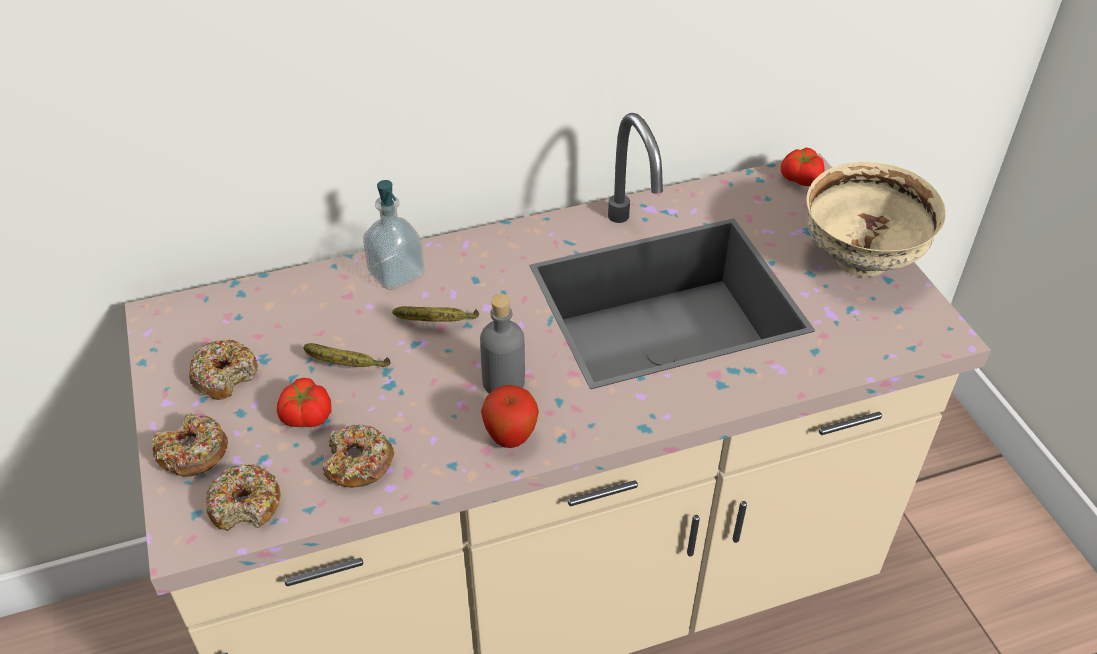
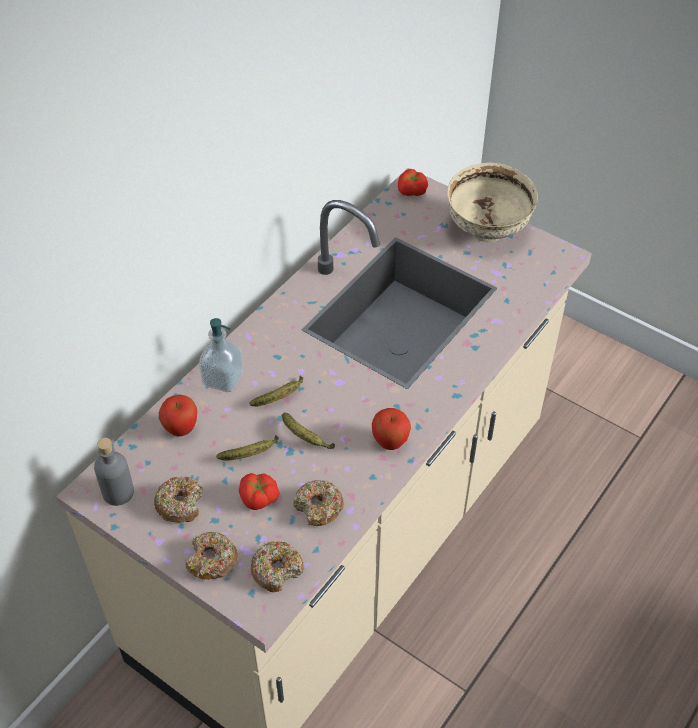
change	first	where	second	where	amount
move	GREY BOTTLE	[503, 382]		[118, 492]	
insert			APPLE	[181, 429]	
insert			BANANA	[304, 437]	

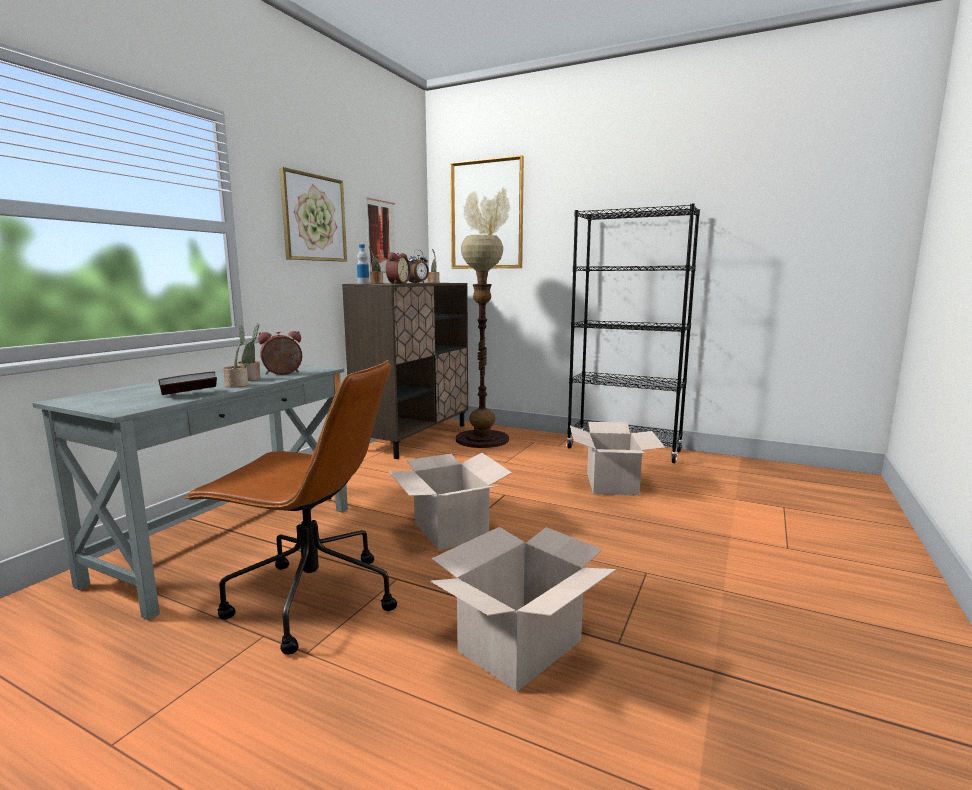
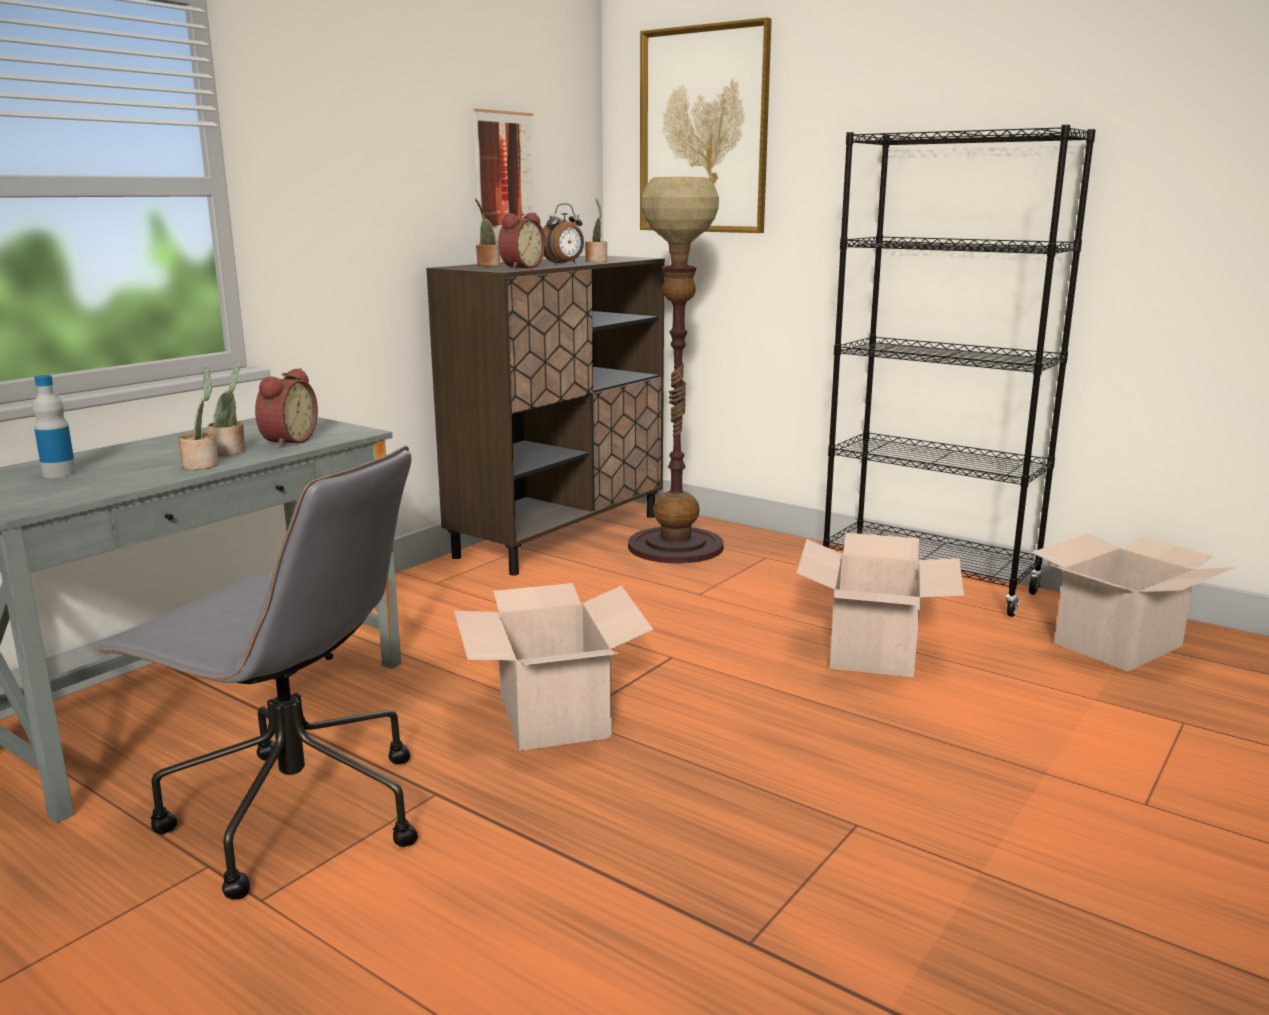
change	first	where	second	where	amount
delete	BOOK	[190, 394]			
recolor	BROWN OFFICE CHAIR	[310, 599]	GREY OFFICE CHAIR	[293, 814]	
rotate	ALARM CLOCK	[283, 374]		[286, 441]	120 degrees clockwise
delete	PICTURE	[313, 218]			
move	BOTTLE	[363, 283]		[59, 474]	
move	CARDBOARD BOX	[520, 646]		[1118, 645]	

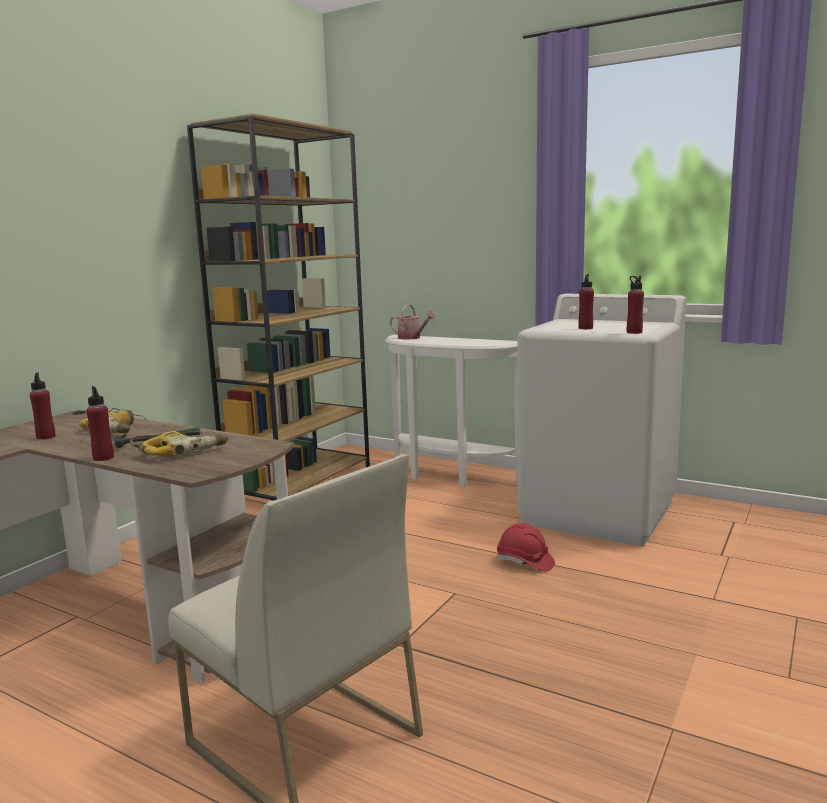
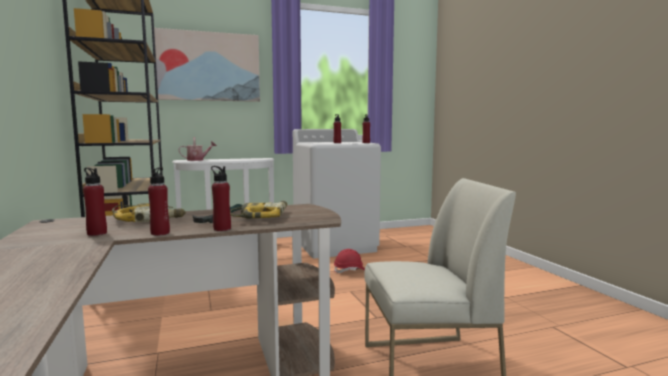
change	first	where	second	where	amount
insert			RED BOTTLE	[160, 233]	
insert			PICTURE	[208, 66]	

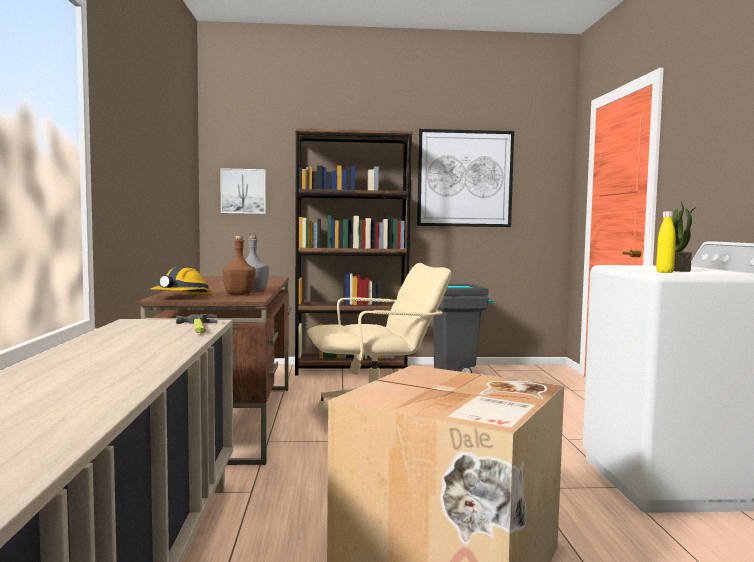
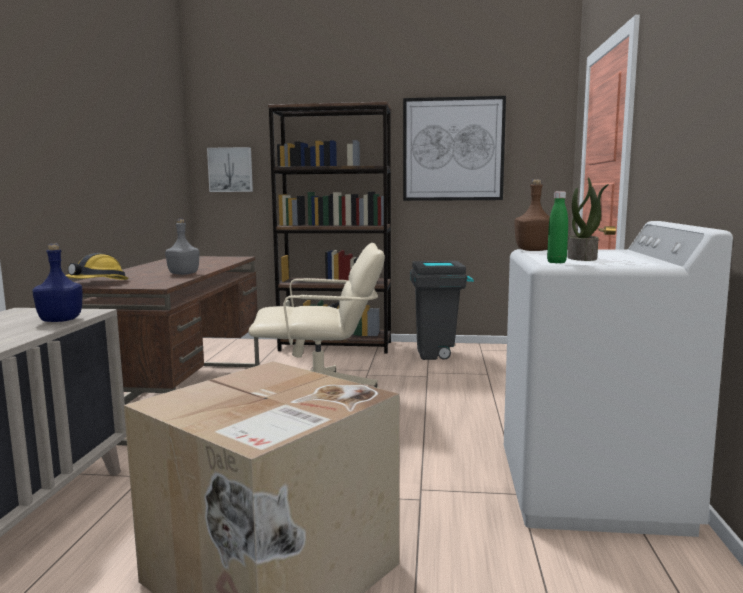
change	first	where	second	where	amount
replace	HAMMER	[198, 328]	BLUE BOTTLE	[61, 320]	
move	BROWN BOTTLE	[238, 294]		[532, 250]	
recolor	YELLOW BOTTLE	[664, 272]	GREEN BOTTLE	[556, 262]	

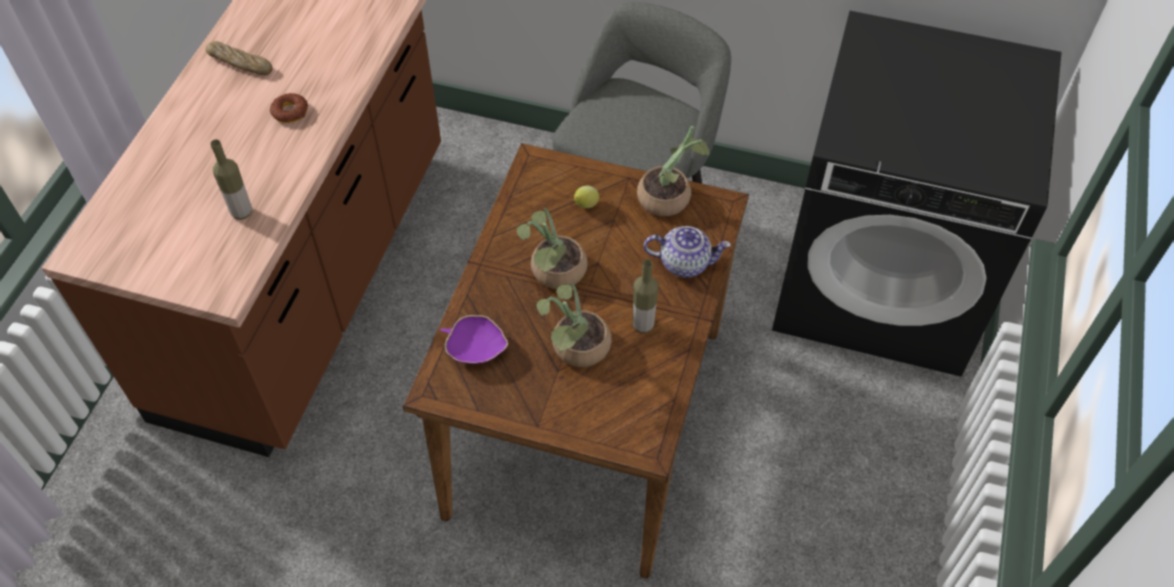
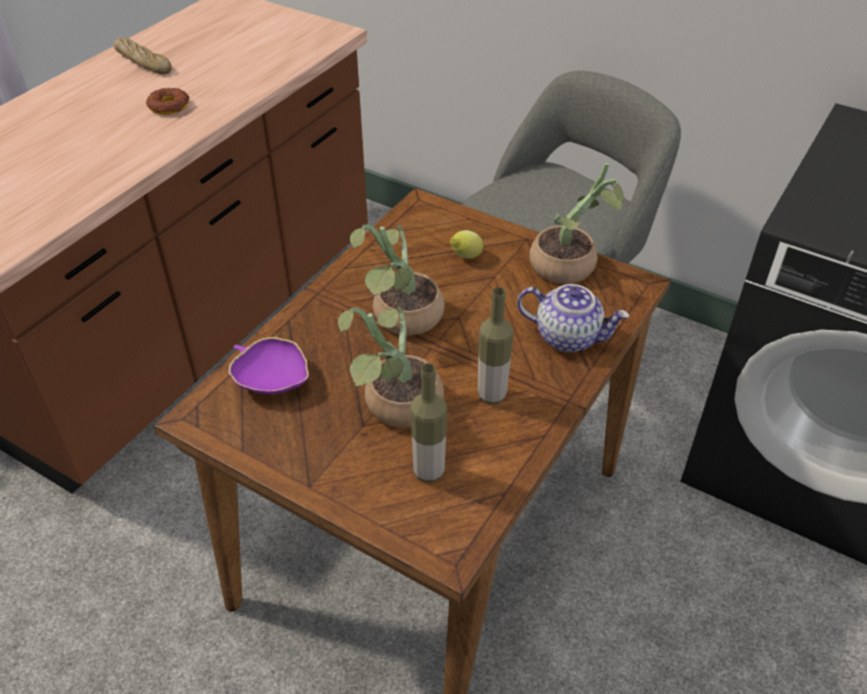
change	first	where	second	where	amount
move	BOTTLE	[242, 212]		[429, 471]	

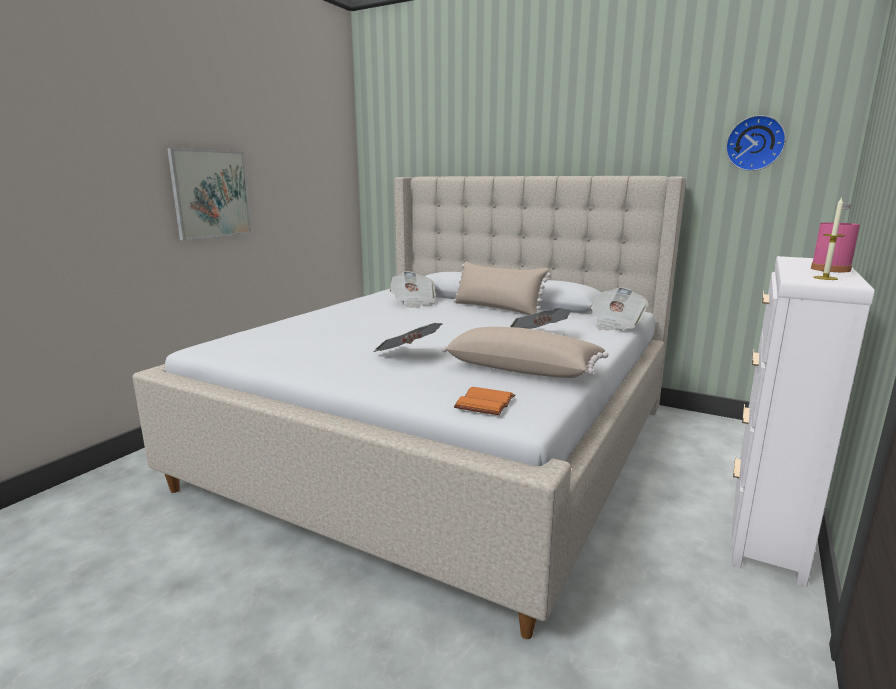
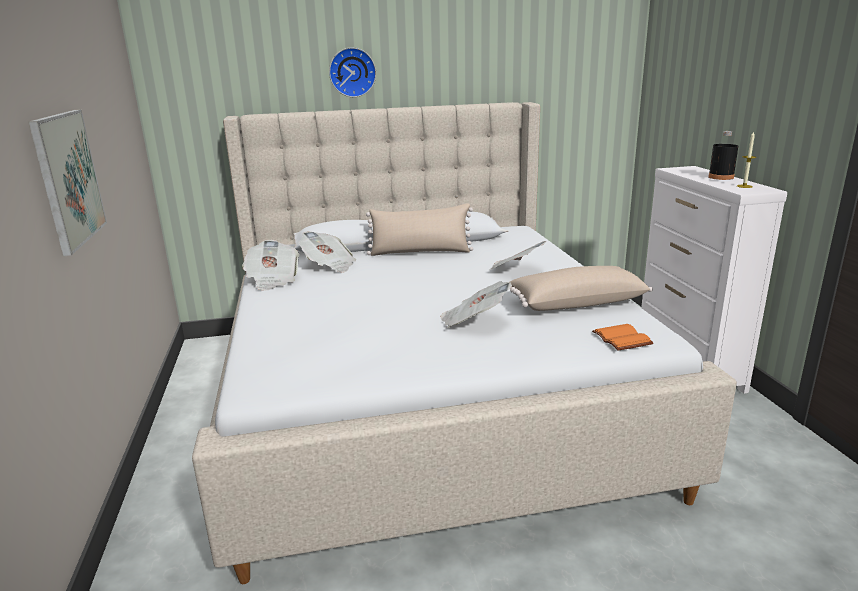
change	first	where	second	where	amount
move	NEWSPAPER	[615, 324]		[272, 280]	
move	WALL CLOCK	[755, 143]		[352, 72]	
recolor	PINK BOTTLE	[830, 269]	BLACK BOTTLE	[721, 177]	

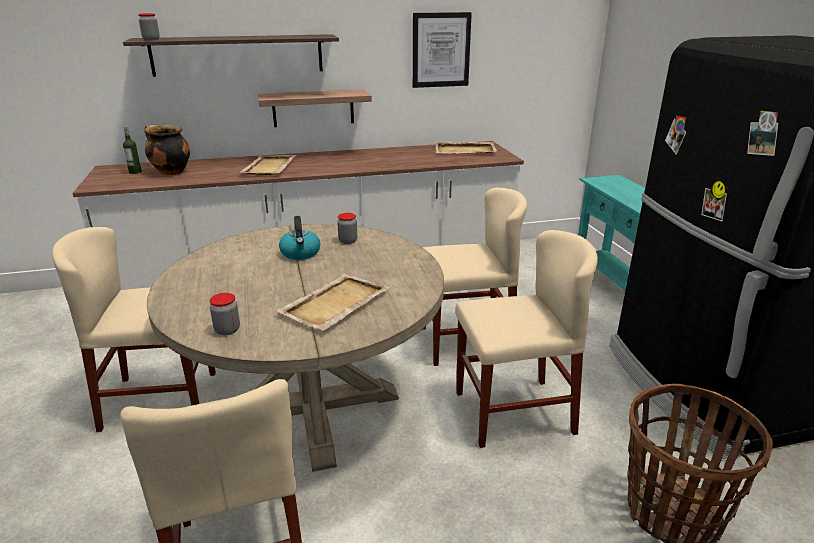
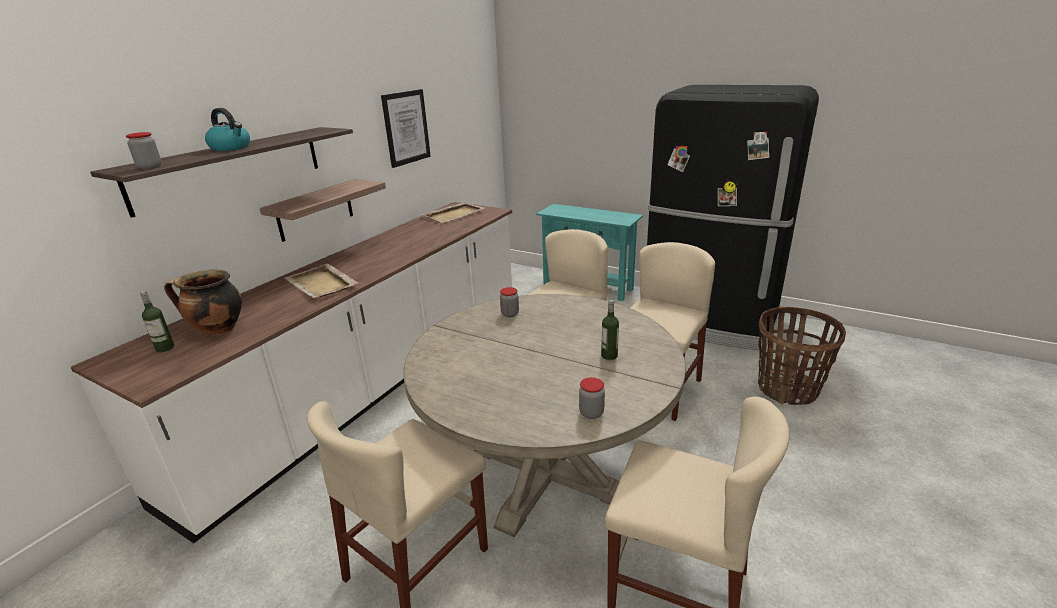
change	first	where	second	where	amount
replace	BEIGE TRAY	[334, 304]	BOTTLE	[609, 356]	
move	KETTLE	[300, 253]		[231, 148]	

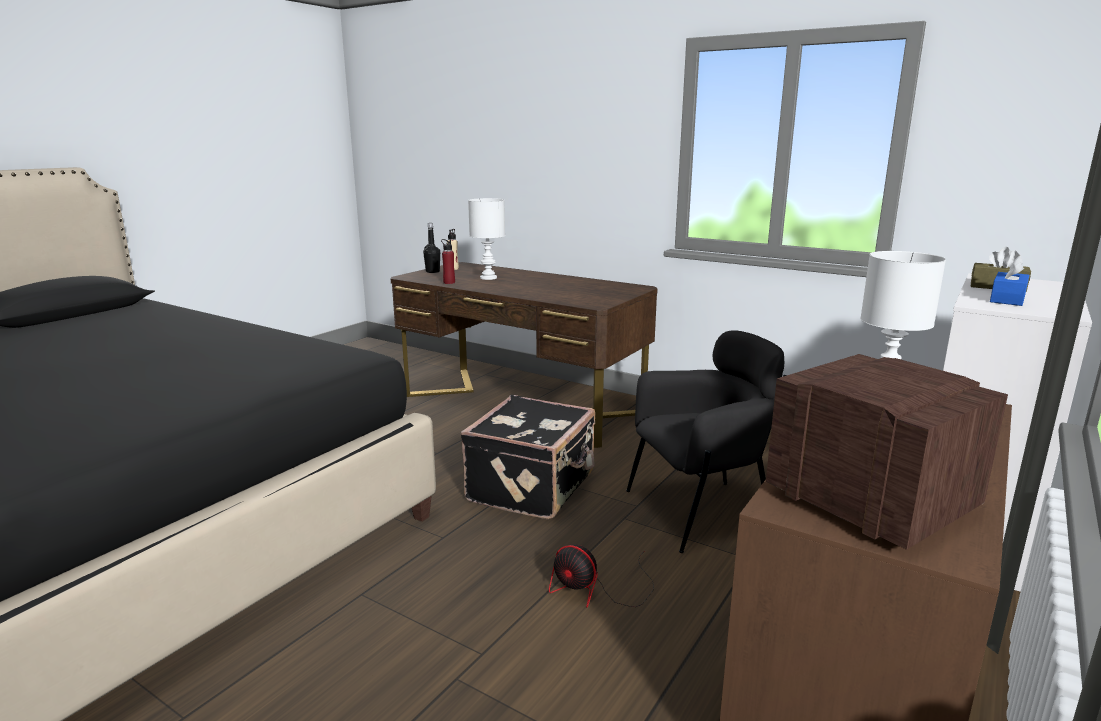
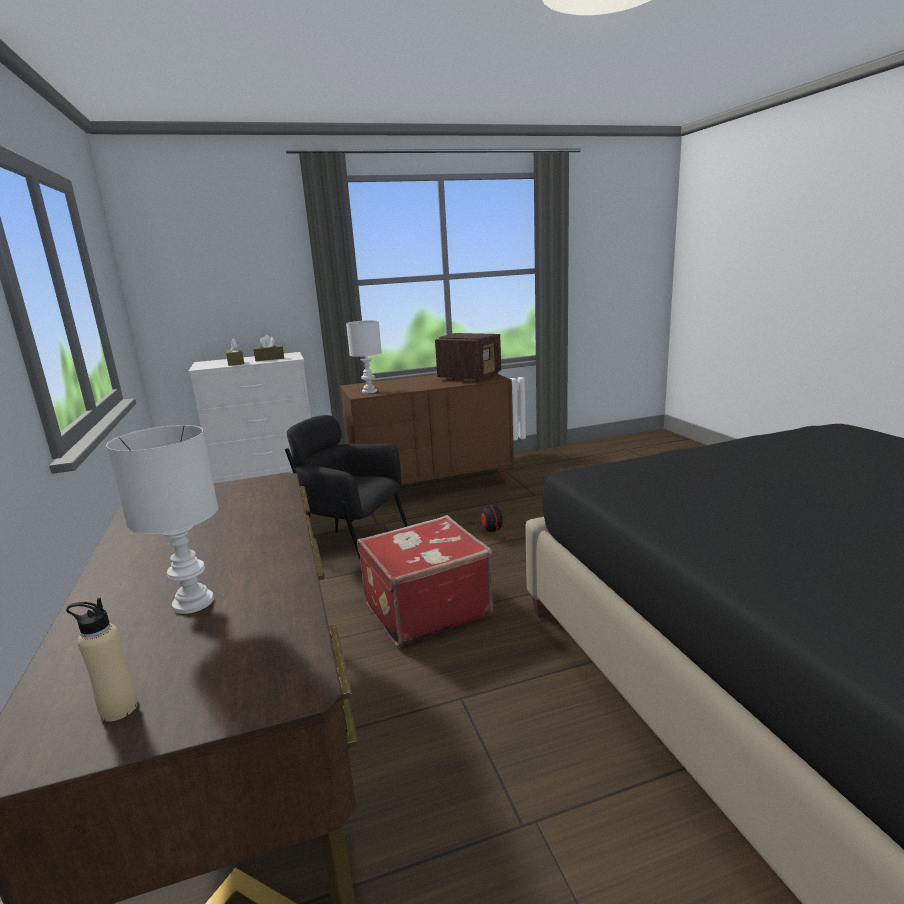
change	first	where	second	where	amount
delete	BLACK BOTTLE	[432, 271]			
delete	RED BOTTLE	[449, 282]			
recolor	BLACK SUITCASE	[533, 487]	RED SUITCASE	[425, 608]	
rotate	RADIO	[867, 500]		[470, 377]	150 degrees counterclockwise
recolor	BLUE TISSUE BOX	[1007, 299]	BROWN TISSUE BOX	[270, 358]	

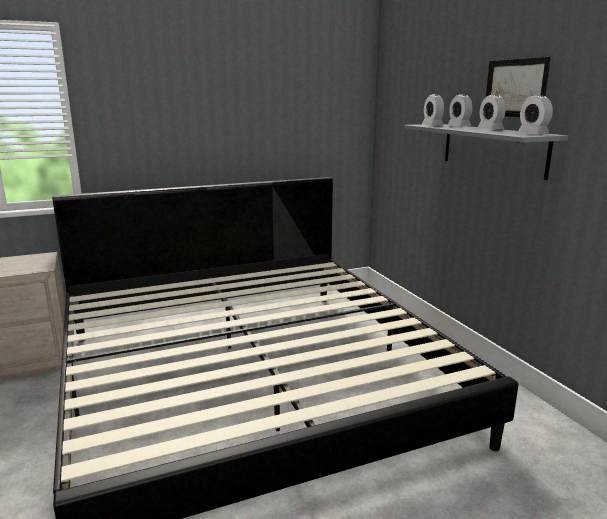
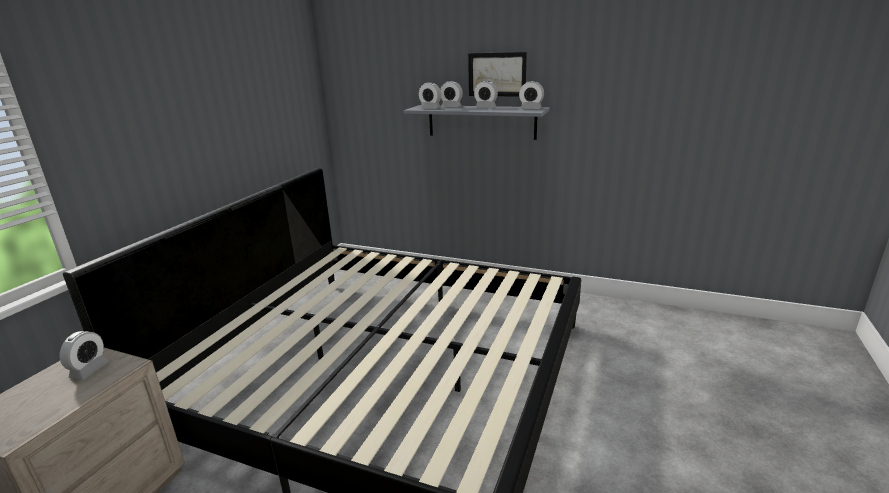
change	first	where	second	where	amount
insert			ALARM CLOCK	[89, 370]	

